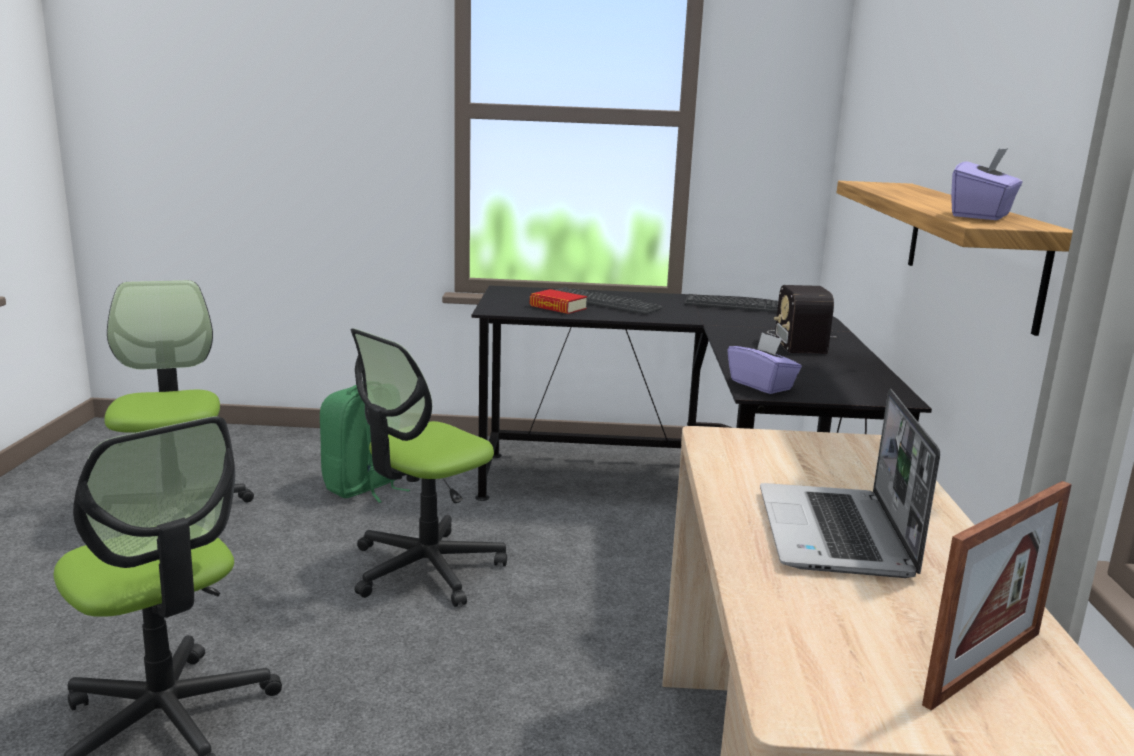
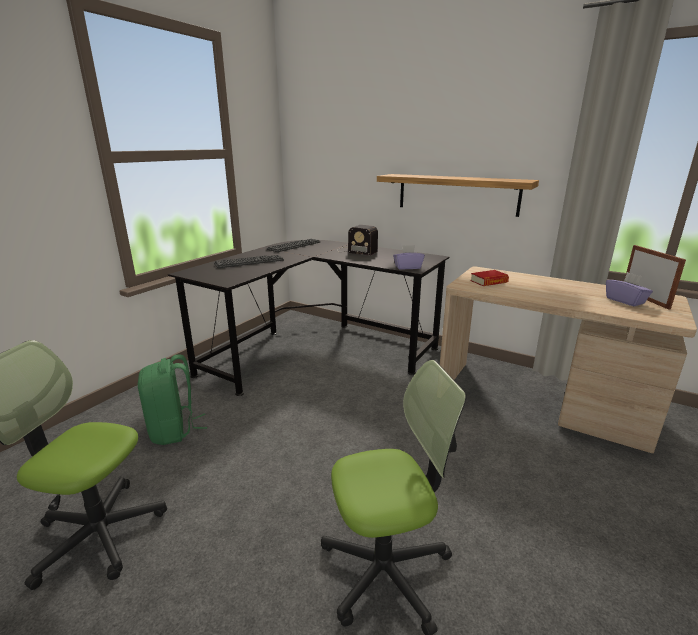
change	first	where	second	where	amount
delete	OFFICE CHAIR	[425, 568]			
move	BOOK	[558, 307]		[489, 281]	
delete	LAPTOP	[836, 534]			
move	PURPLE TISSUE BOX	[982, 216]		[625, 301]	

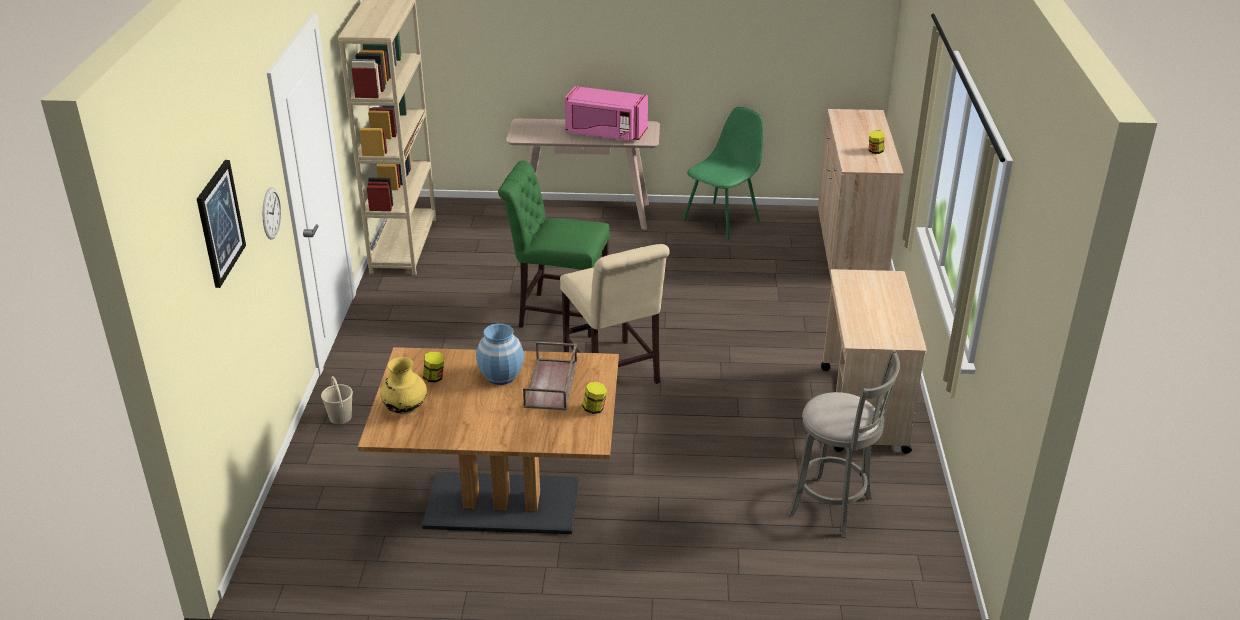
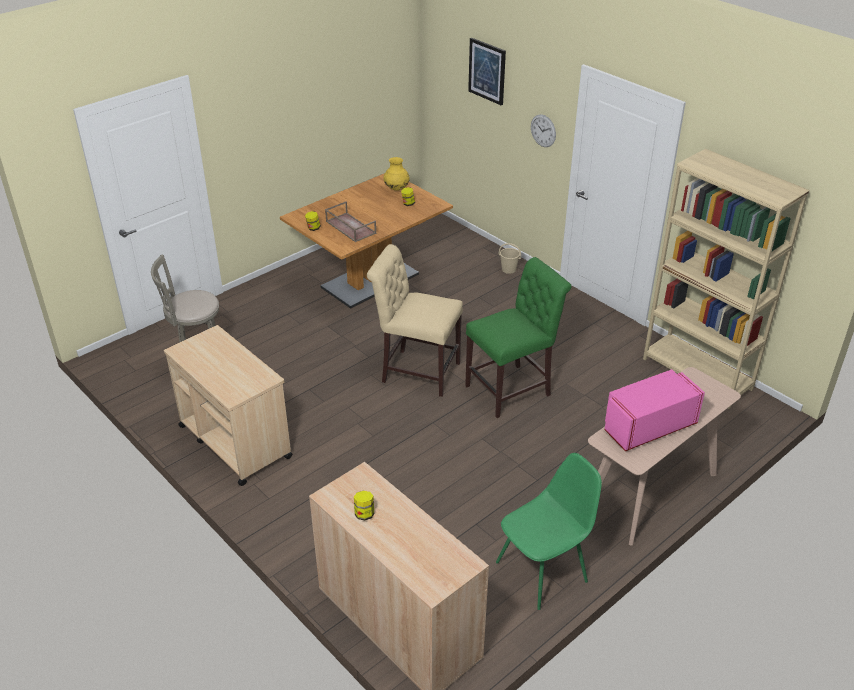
change	first	where	second	where	amount
delete	BLUE VASE	[501, 376]			
rotate	GREEN CHAIR	[722, 220]		[543, 571]	120 degrees counterclockwise

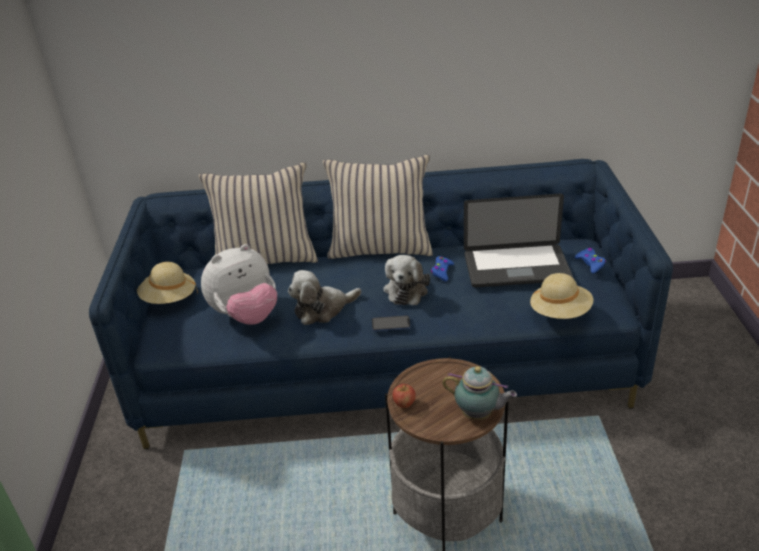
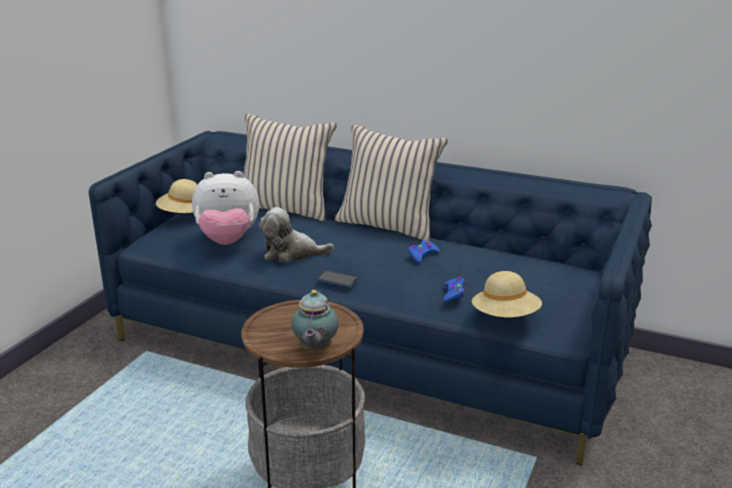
change	first	where	second	where	amount
delete	PLUSH TOY	[406, 289]			
delete	APPLE	[404, 404]			
rotate	TEAPOT	[479, 415]		[315, 349]	45 degrees clockwise
delete	LAPTOP	[516, 267]			
move	BLUE GAME CONTROLLER	[590, 263]		[454, 293]	

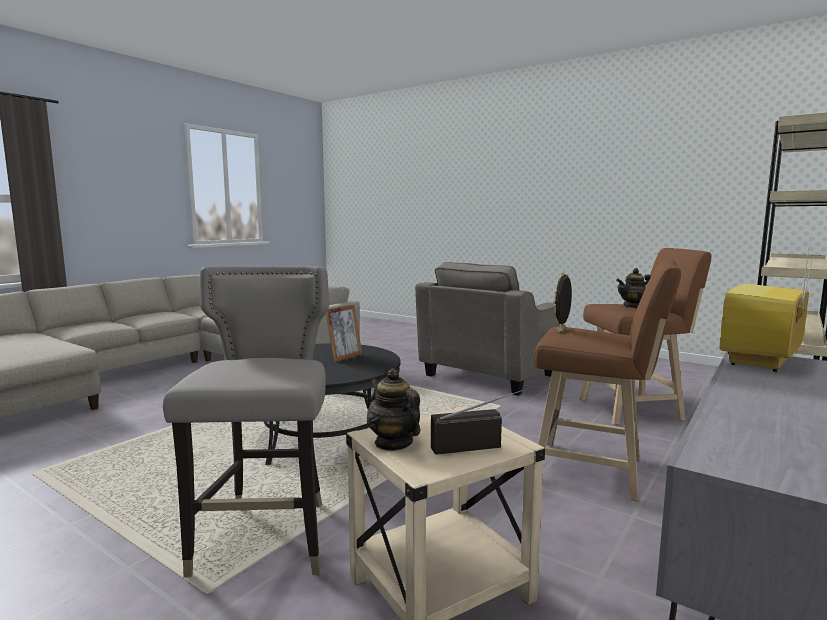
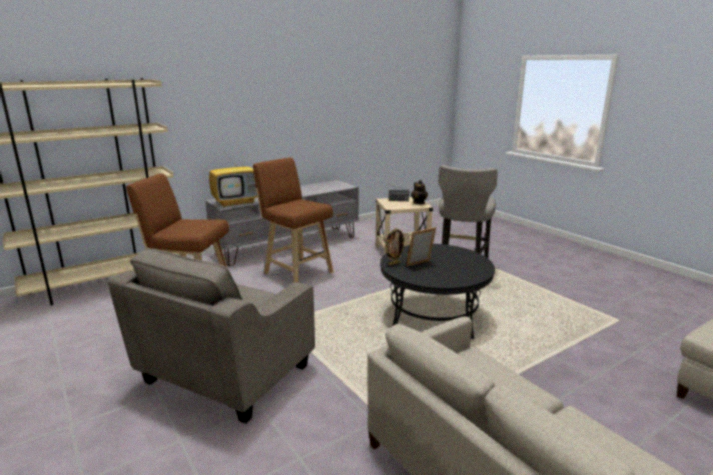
change	first	where	second	where	amount
rotate	GREY ARMCHAIR	[488, 375]		[226, 374]	150 degrees clockwise
move	PICTURE FRAME	[561, 331]		[394, 263]	
delete	TEAPOT	[633, 306]			

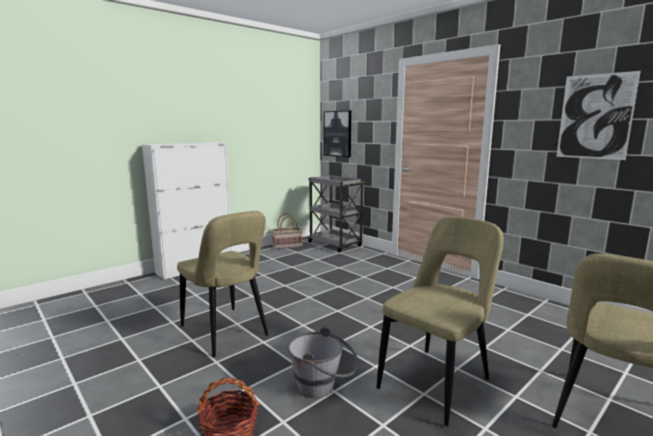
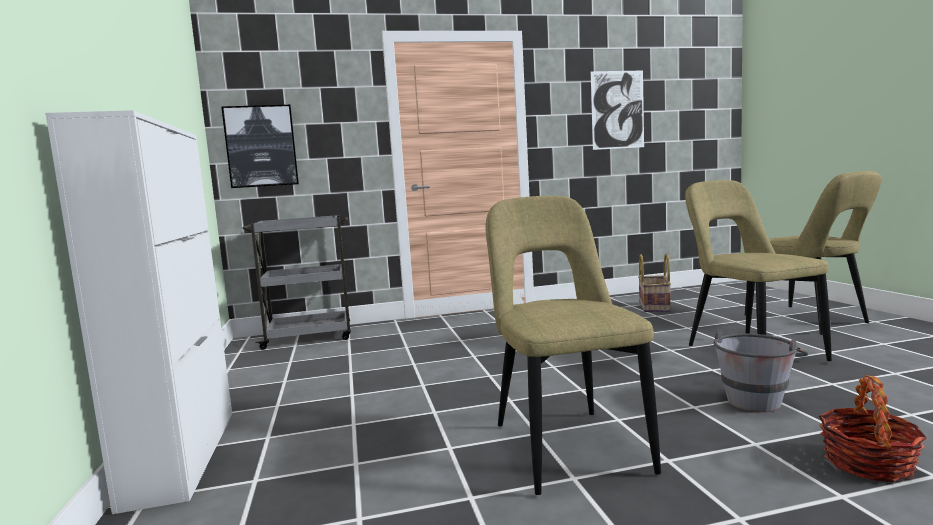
change	first	where	second	where	amount
rotate	BEIGE CHAIR	[226, 333]		[566, 444]	90 degrees counterclockwise
move	BASKET	[287, 246]		[655, 306]	

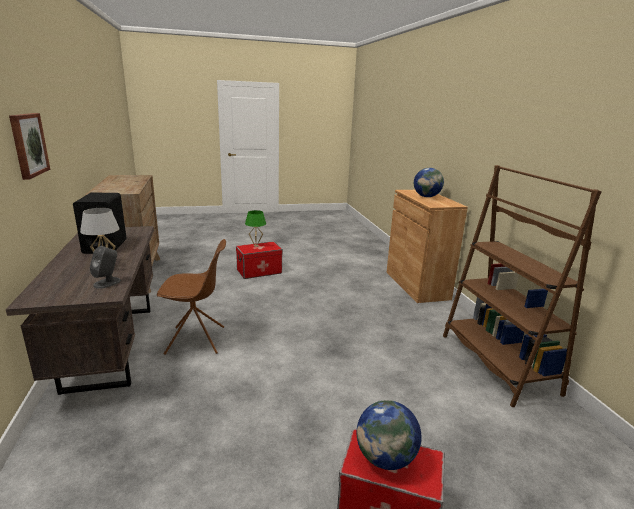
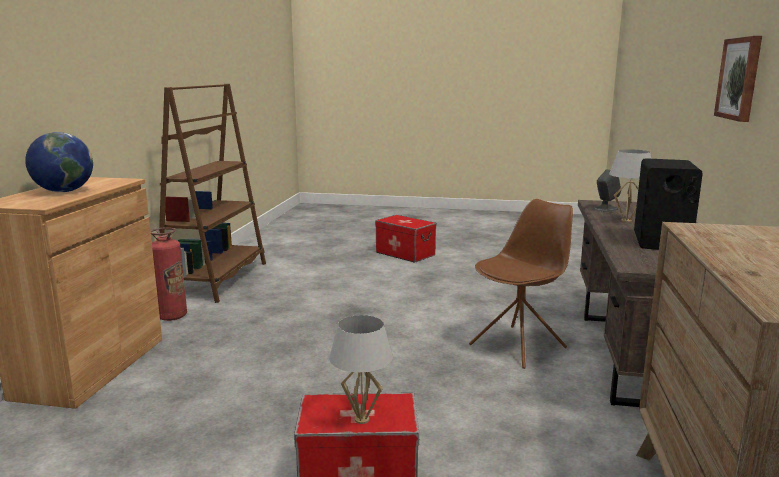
change	first	where	second	where	amount
rotate	BROWN CHAIR	[197, 340]		[519, 346]	120 degrees clockwise
recolor	GREEN TABLE LAMP	[256, 246]	WHITE TABLE LAMP	[362, 419]	
delete	GLOBE	[385, 458]			
insert			FIRE EXTINGUISHER	[172, 316]	

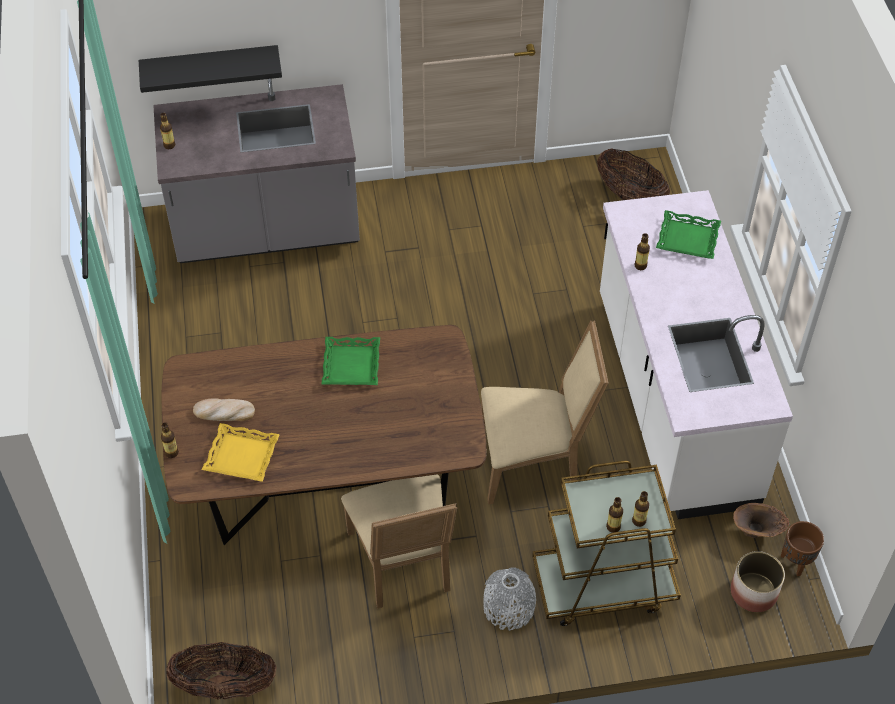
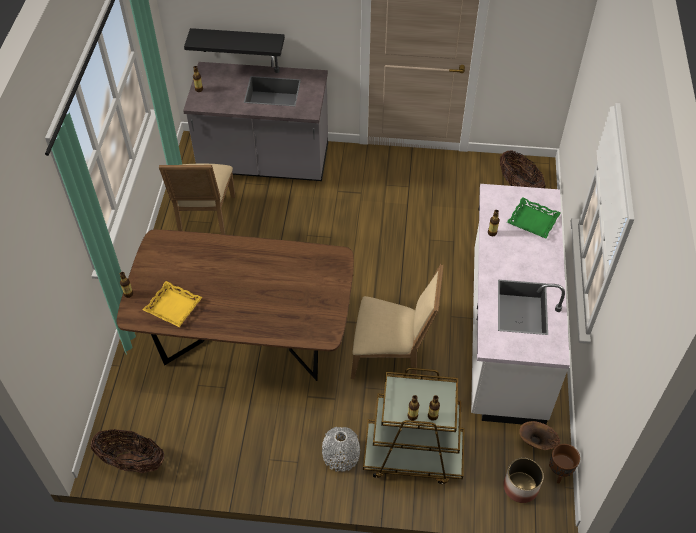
change	first	where	second	where	amount
delete	BREAD	[224, 412]			
delete	GREEN TRAY	[352, 365]			
move	BEIGE CHAIR	[404, 565]		[204, 219]	

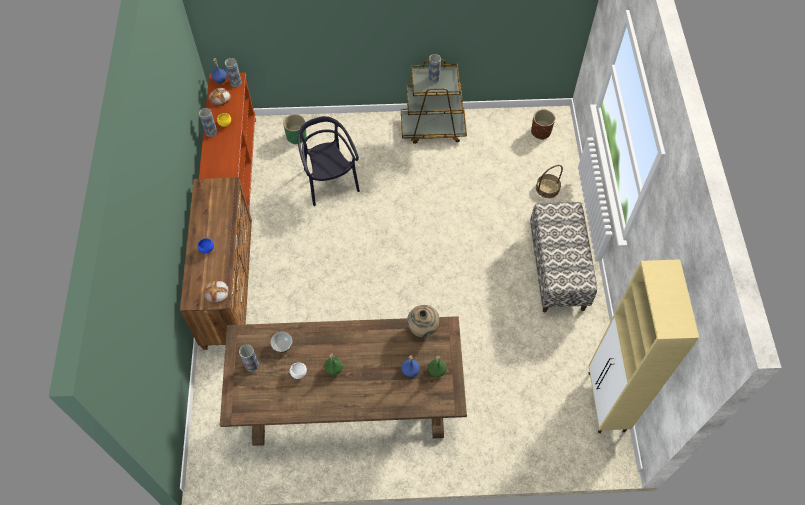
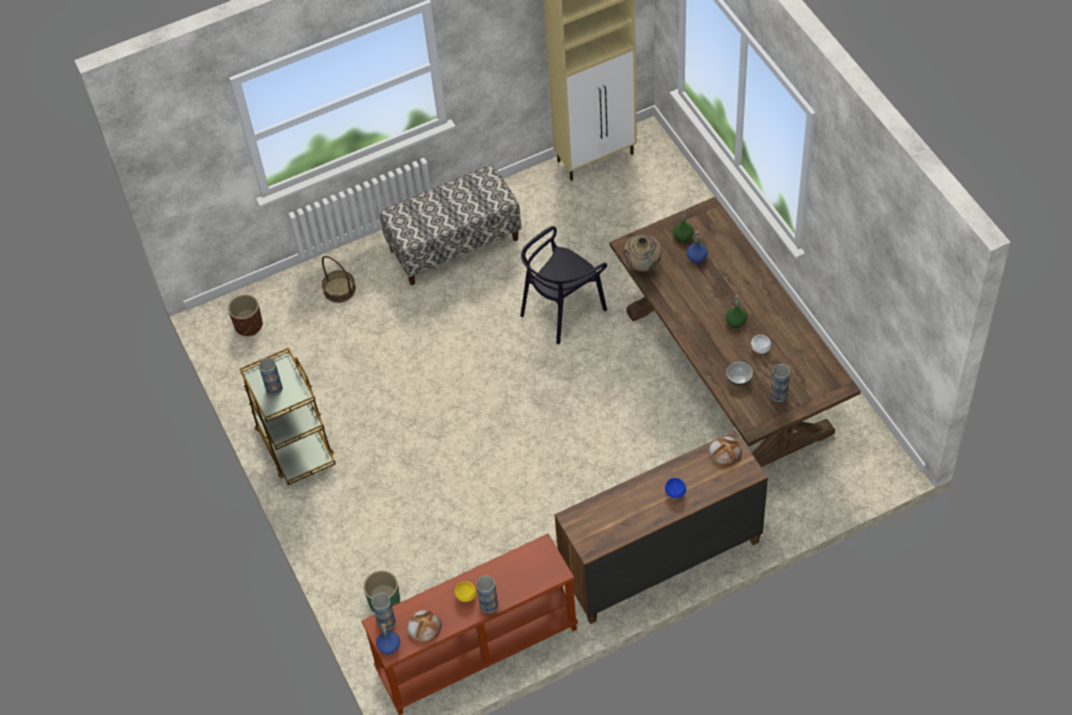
change	first	where	second	where	amount
move	BLACK CHAIR	[329, 182]		[562, 310]	

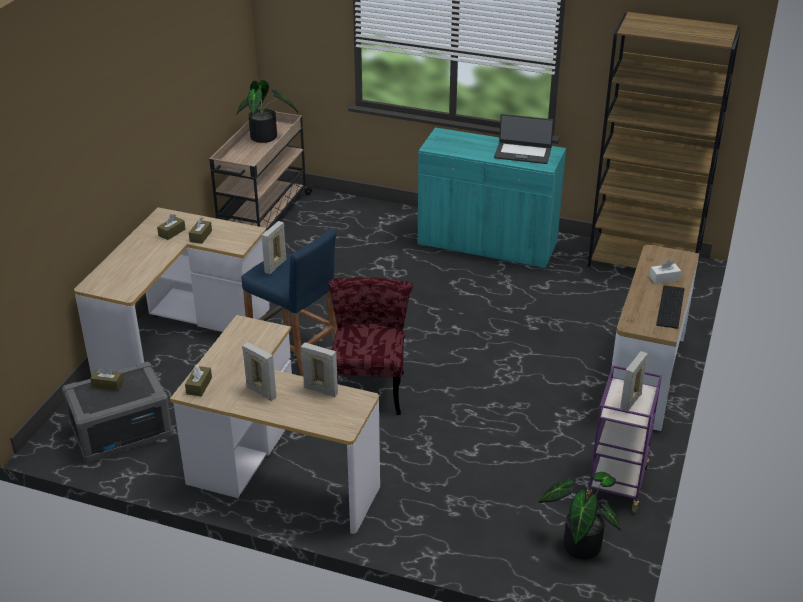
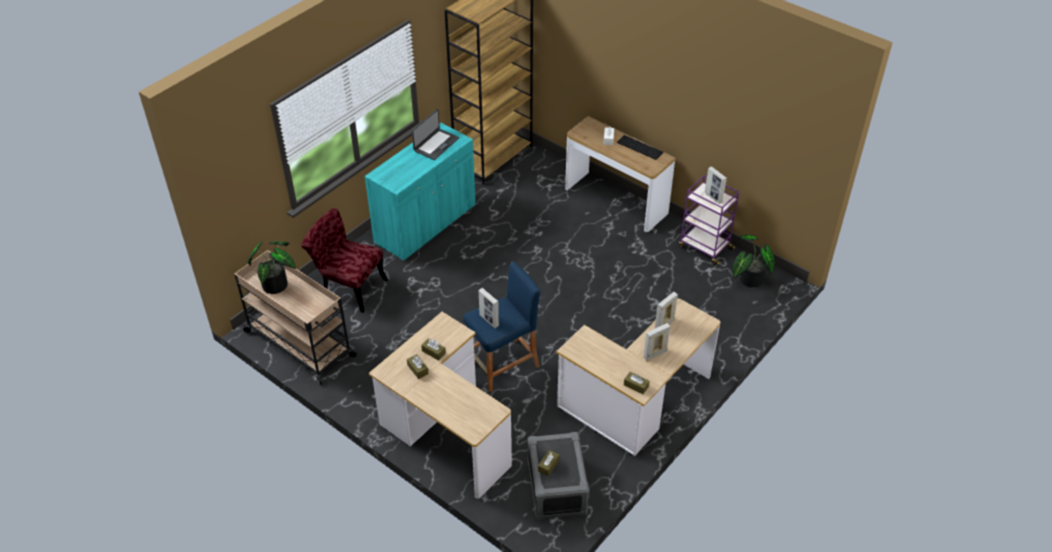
change	first	where	second	where	amount
move	RED CHAIR	[369, 385]		[348, 287]	

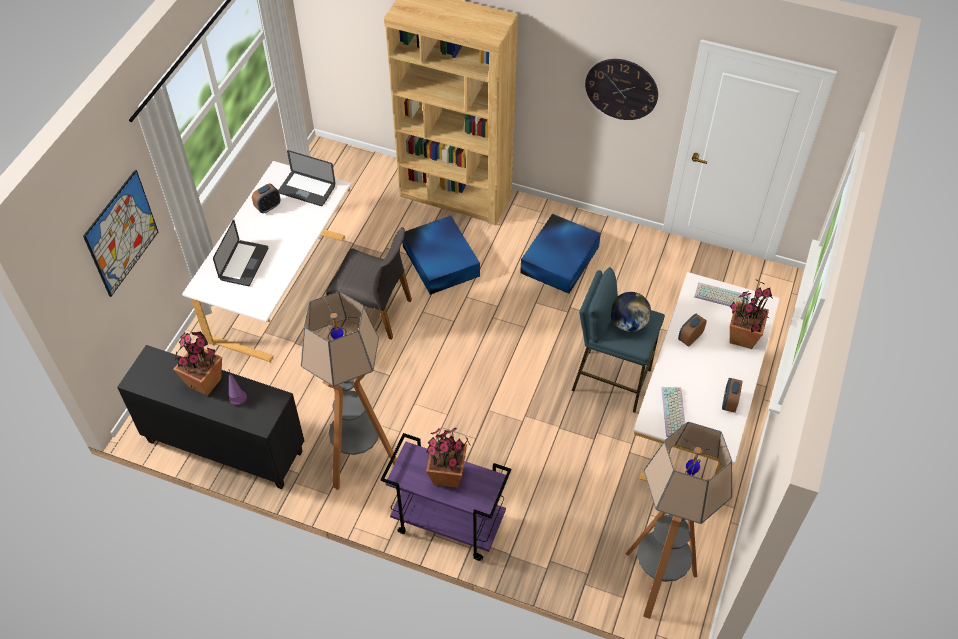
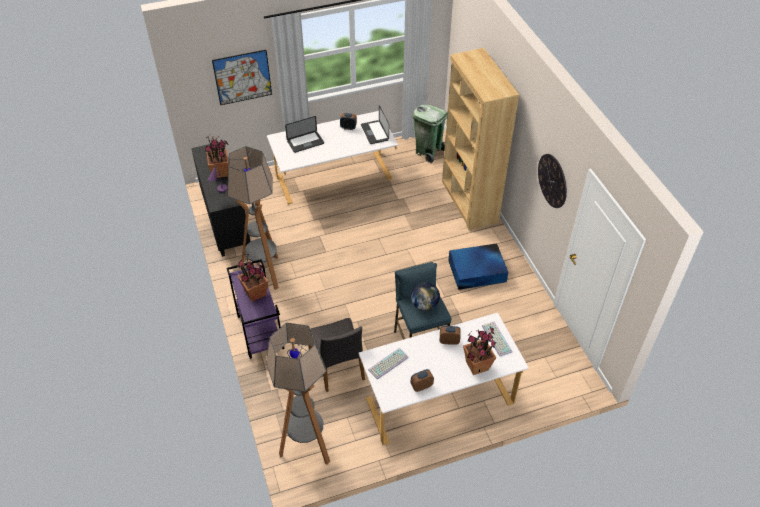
change	first	where	second	where	amount
move	GREY CHAIR	[372, 310]		[338, 366]	
delete	BLUE STORAGE BOX	[440, 260]			
insert			GREEN TRASH CAN	[428, 151]	

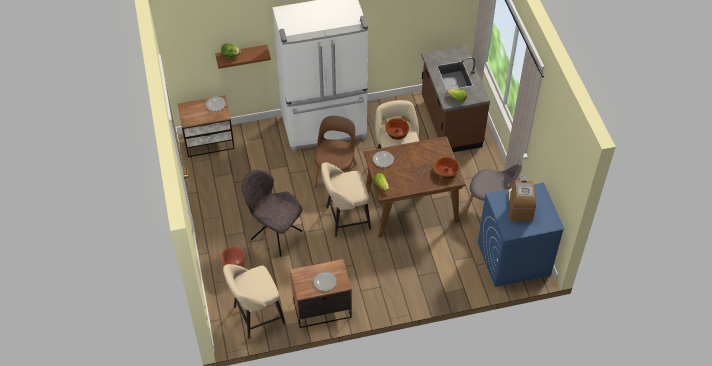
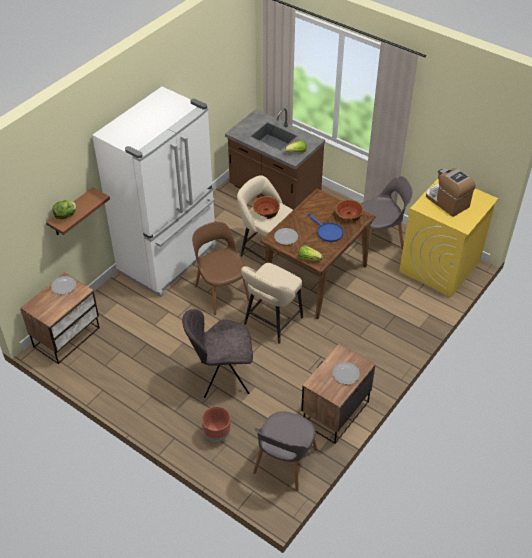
change	first	where	second	where	amount
replace	BEIGE STOOL	[256, 316]	GREY CHAIR	[284, 463]	
recolor	BLUE WASHING MACHINE	[513, 258]	YELLOW WASHING MACHINE	[439, 266]	
insert			BLUE FRYING PAN	[327, 231]	

